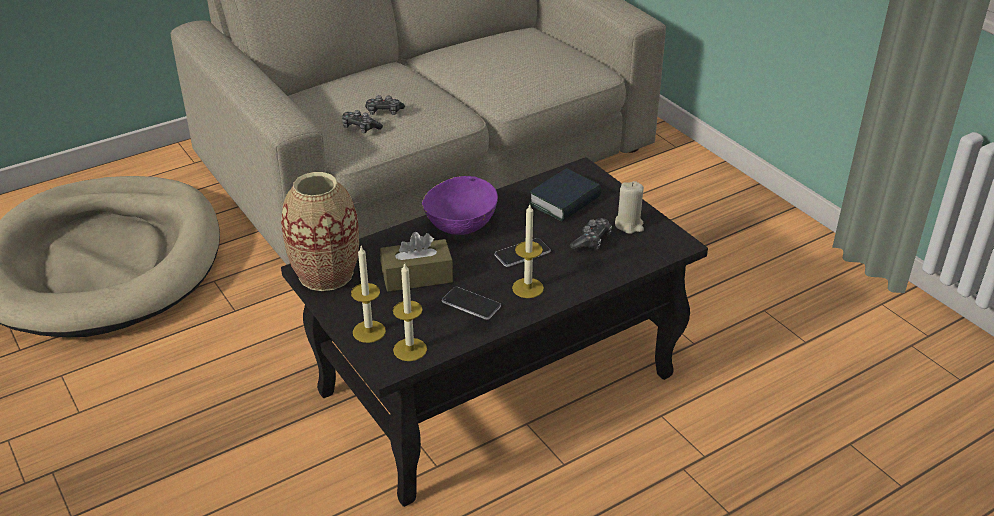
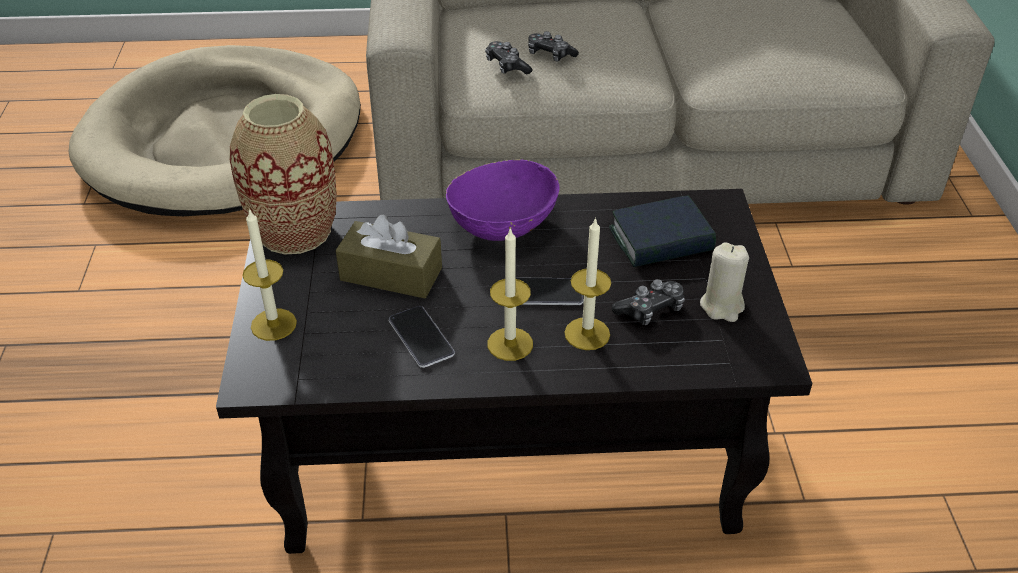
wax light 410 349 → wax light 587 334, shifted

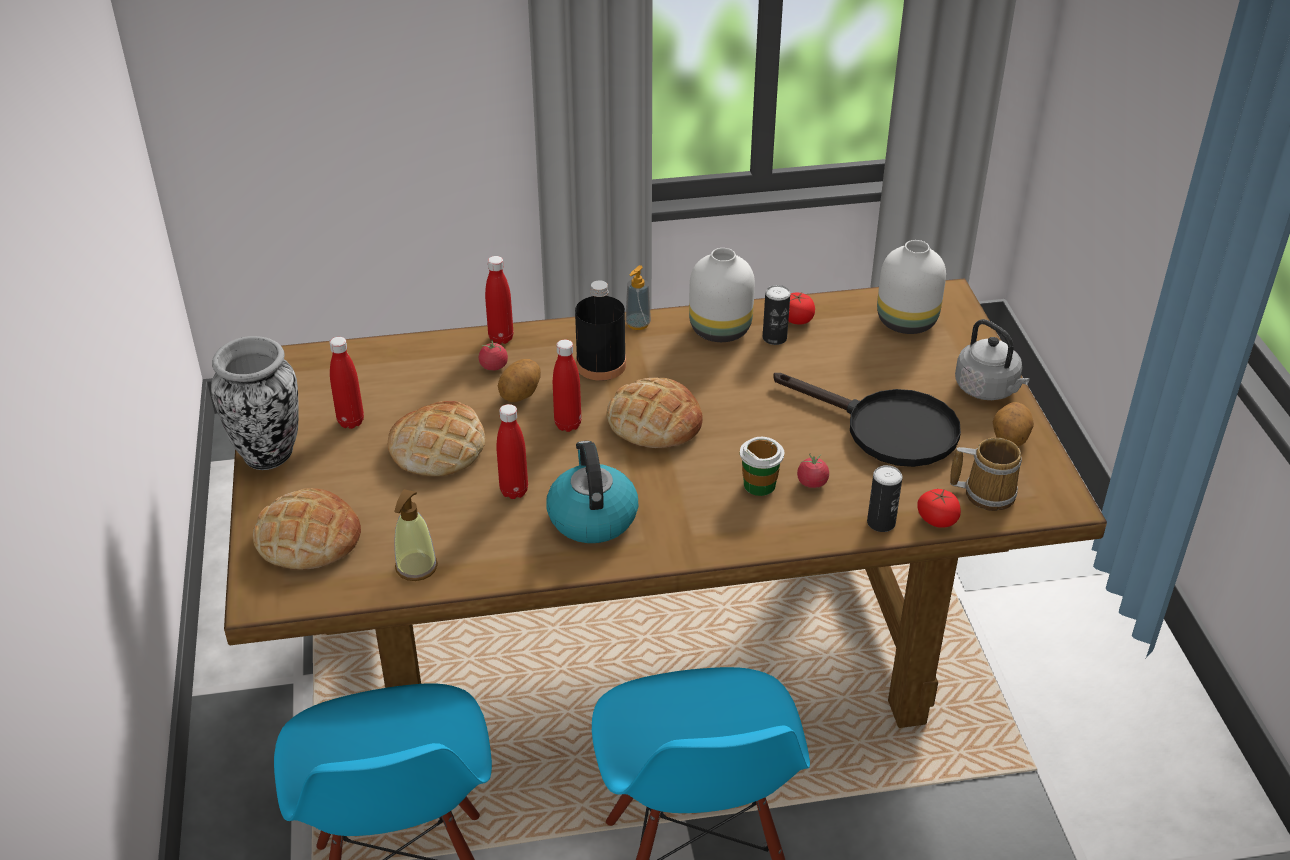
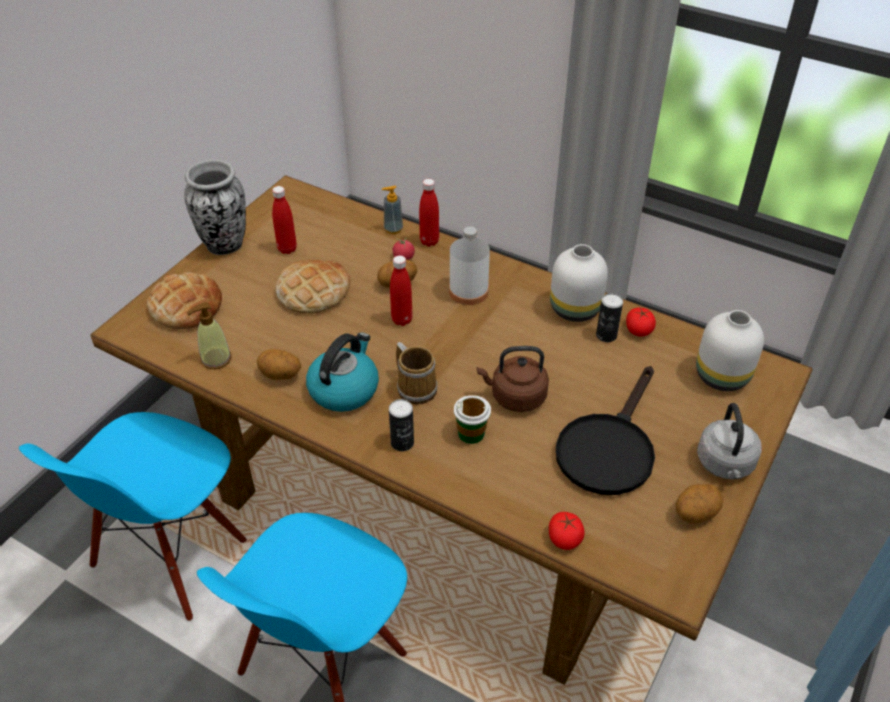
- → potato 280 376
liquid soap bottle 638 324 → liquid soap bottle 393 229, shifted
can 881 523 → can 402 442, shifted
tea mug 986 492 → tea mug 416 387, shifted
black-coloured beverage bottle 601 365 → whitish beverage bottle 468 291
- → brown kettle 515 397
black-coloured frying pan 886 429 → black-coloured frying pan 608 448, 45 degrees clockwise
reddish beverage bottle 514 491 → -
baked bread 655 421 → -
whole tomato 812 483 → -

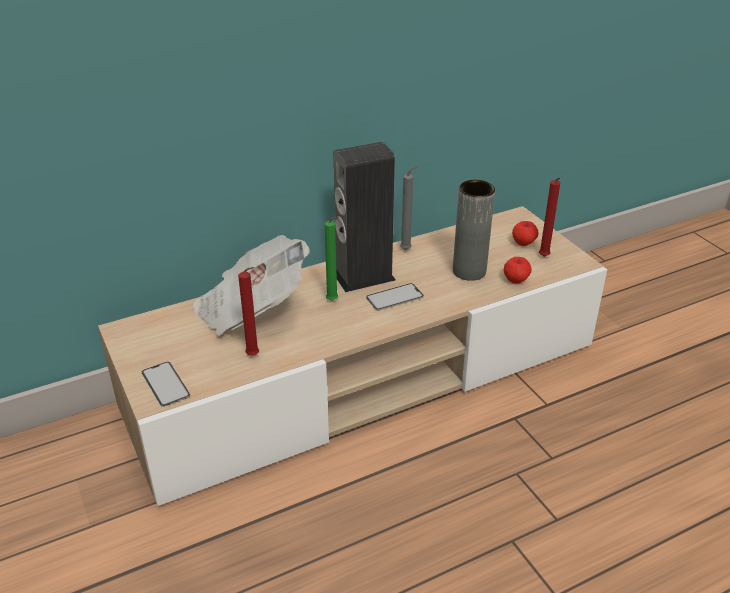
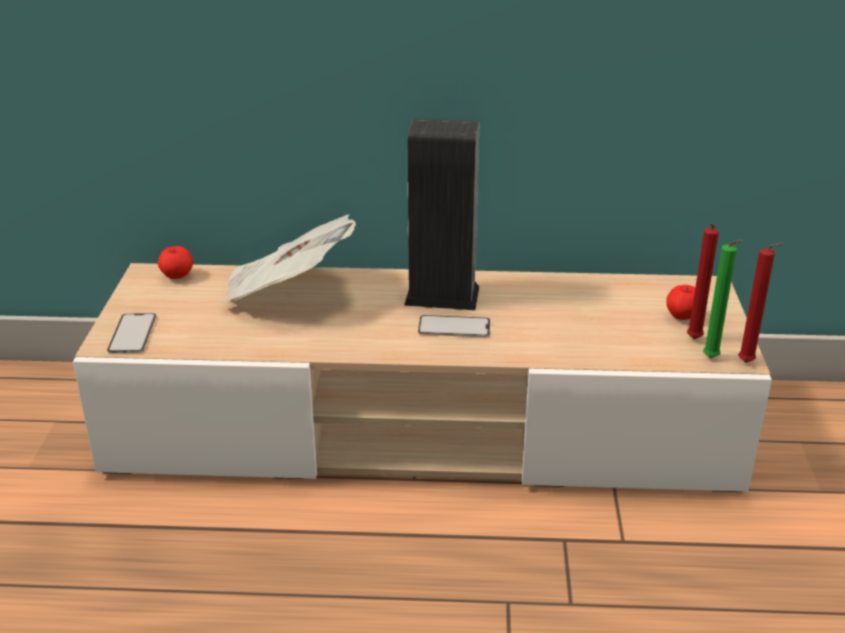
apple fruit 516 280 → apple fruit 177 276, shifted
green wax light 333 301 → green wax light 712 359, shifted
reddish wax light 254 356 → reddish wax light 748 363, shifted
grey wax light 407 249 → -
grey vase 469 271 → -

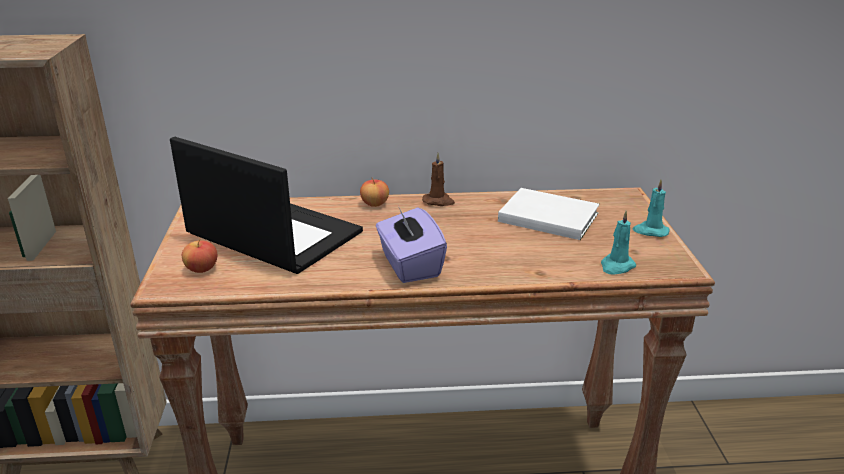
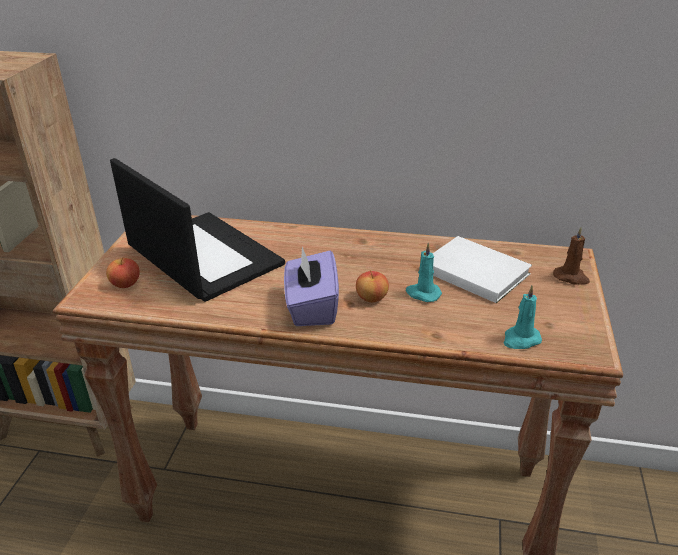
apple fruit 375 204 → apple fruit 371 298, shifted
turquoise-coloured wax light 650 231 → turquoise-coloured wax light 422 293, shifted
brown wax light 438 201 → brown wax light 571 277, shifted

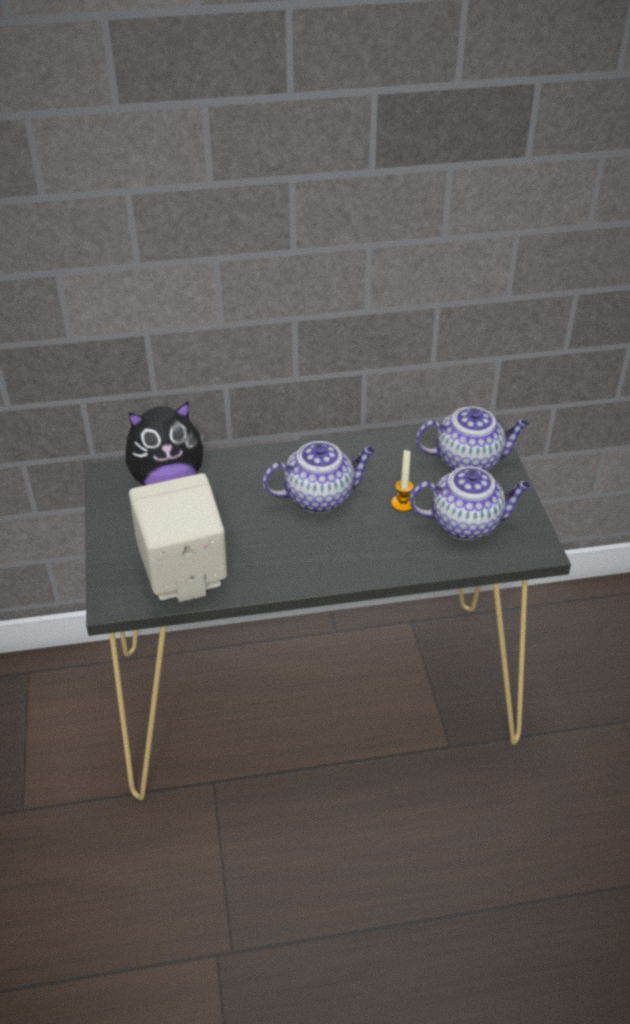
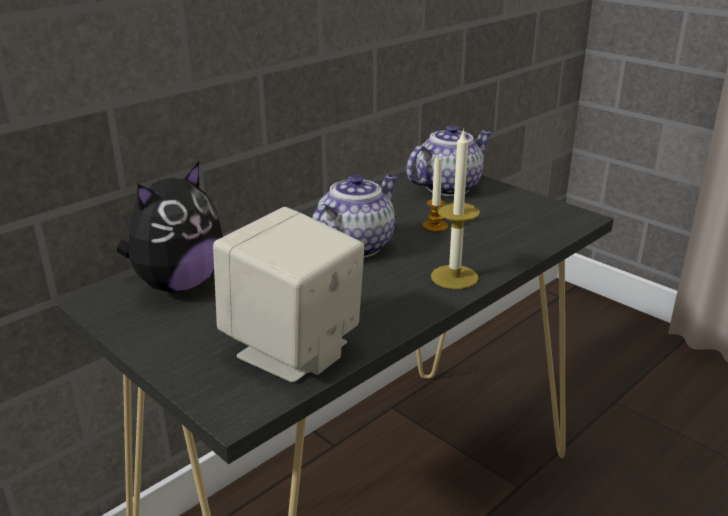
- → wax light 454 277
pot for tea 467 523 → -

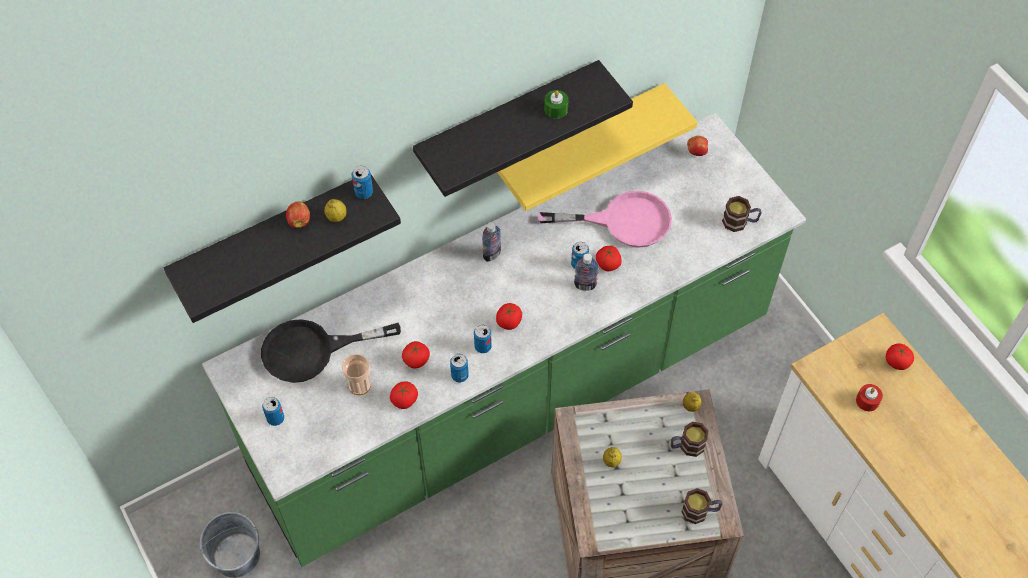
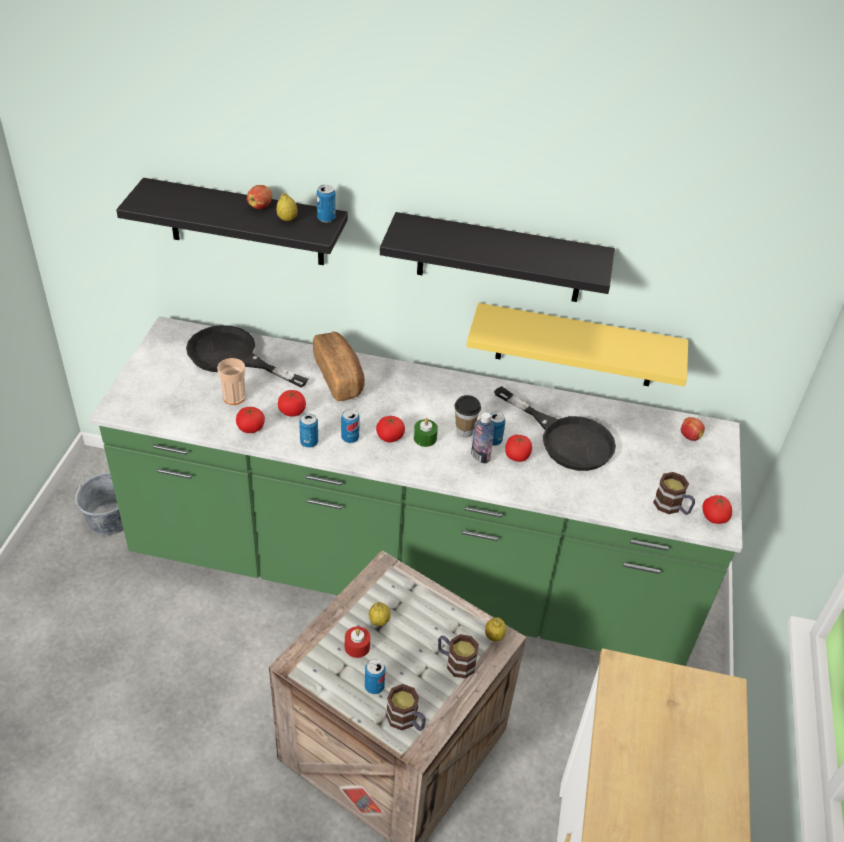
- → baked bread 339 377
reddish wax light 867 401 → reddish wax light 357 646, shifted
can 275 418 → can 374 686, shifted
green wax light 556 109 → green wax light 425 438, shifted
- → cup 464 431
pinkish frying pan 623 221 → black-coloured frying pan 566 439
whole tomato 896 362 → whole tomato 714 518, shifted
beverage bottle 491 254 → -

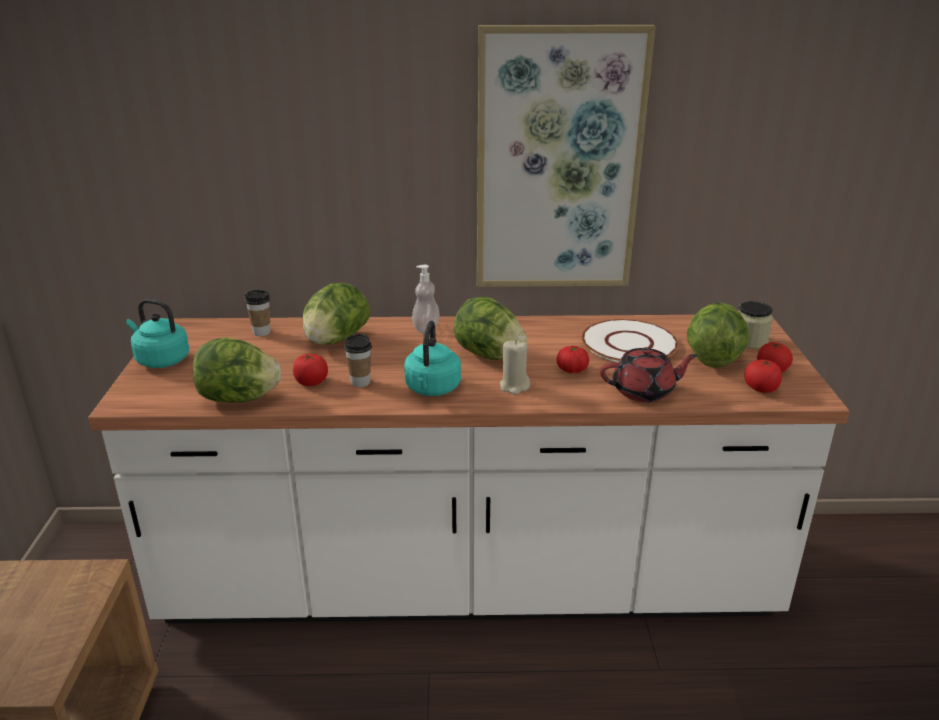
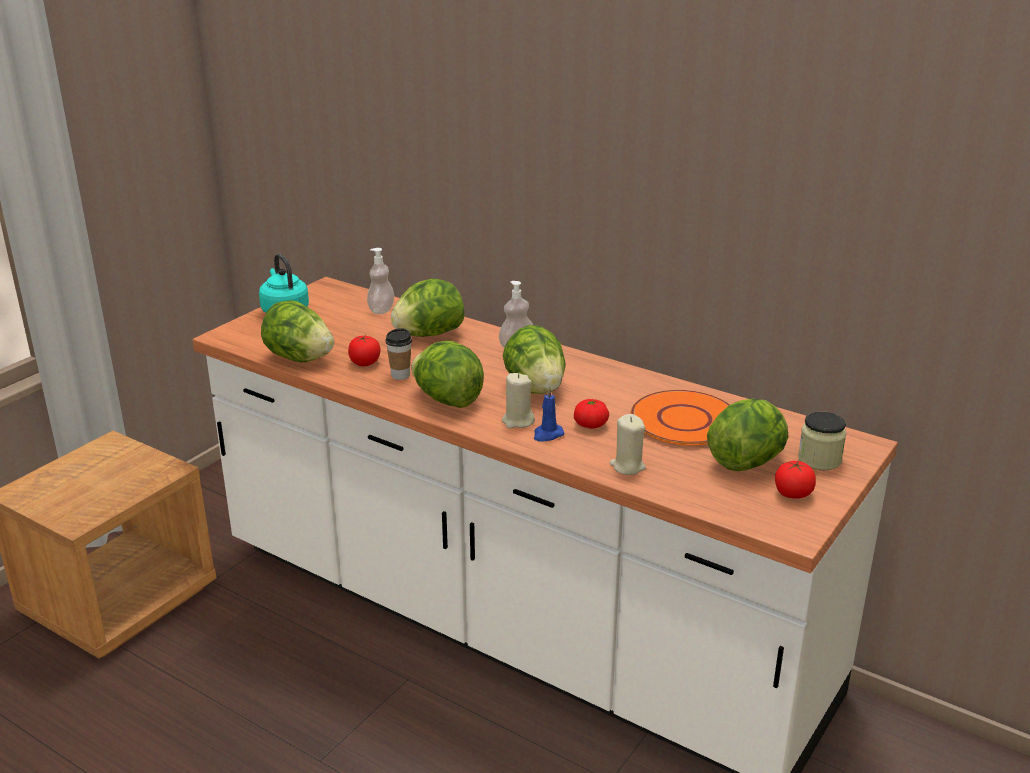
cup 261 332 → liquid soap bottle 381 310
turquoise-coloured kettle 432 389 → lettuce head 447 400
- → blue wax light 547 435
reddish pot for tea 644 391 → beige-coloured wax light 627 466
whitish dinner plate 629 343 → orangey dinner plate 685 420
wall picture 558 163 → -
whole tomato 760 388 → -

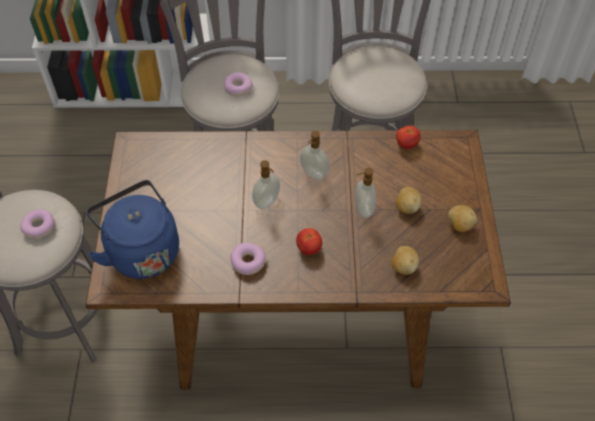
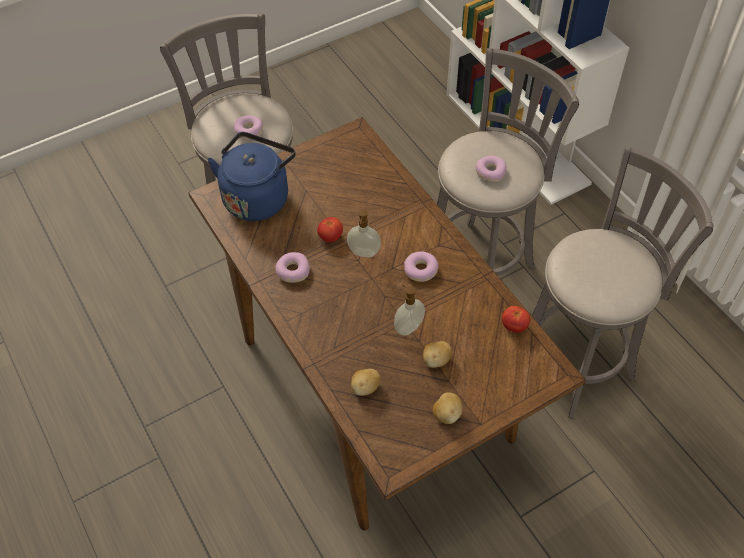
whole tomato 309 248 → whole tomato 330 237, shifted
liquid soap bottle 313 173 → ring doughnut 421 270

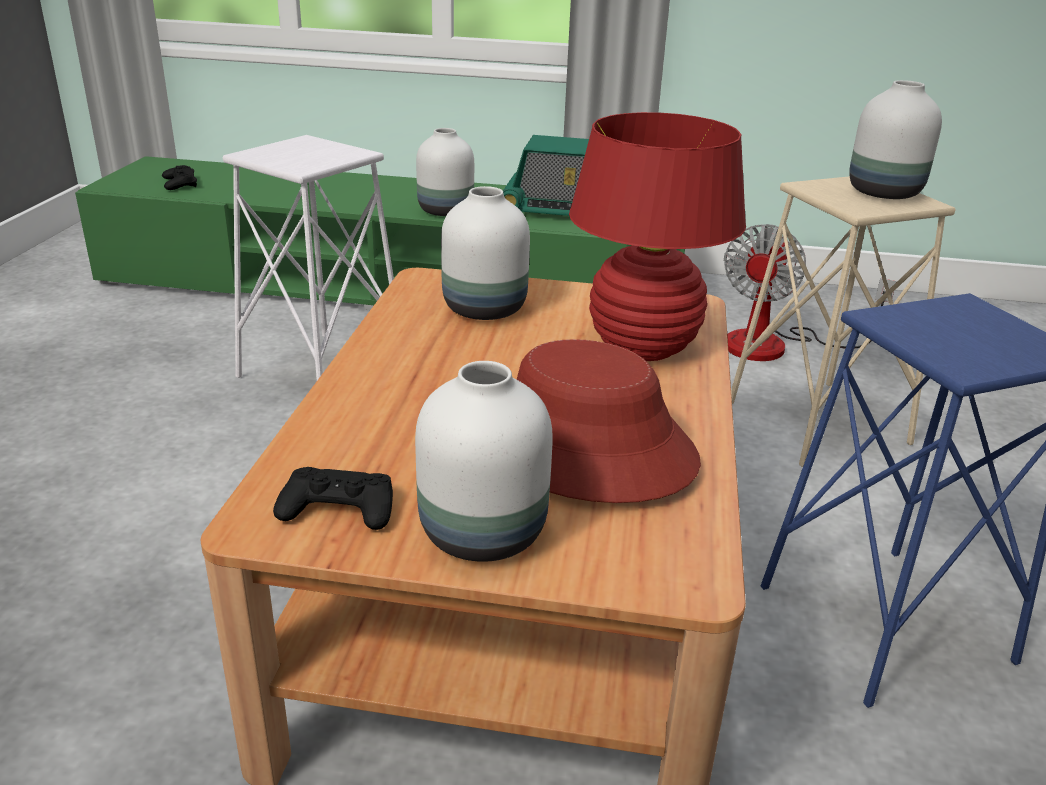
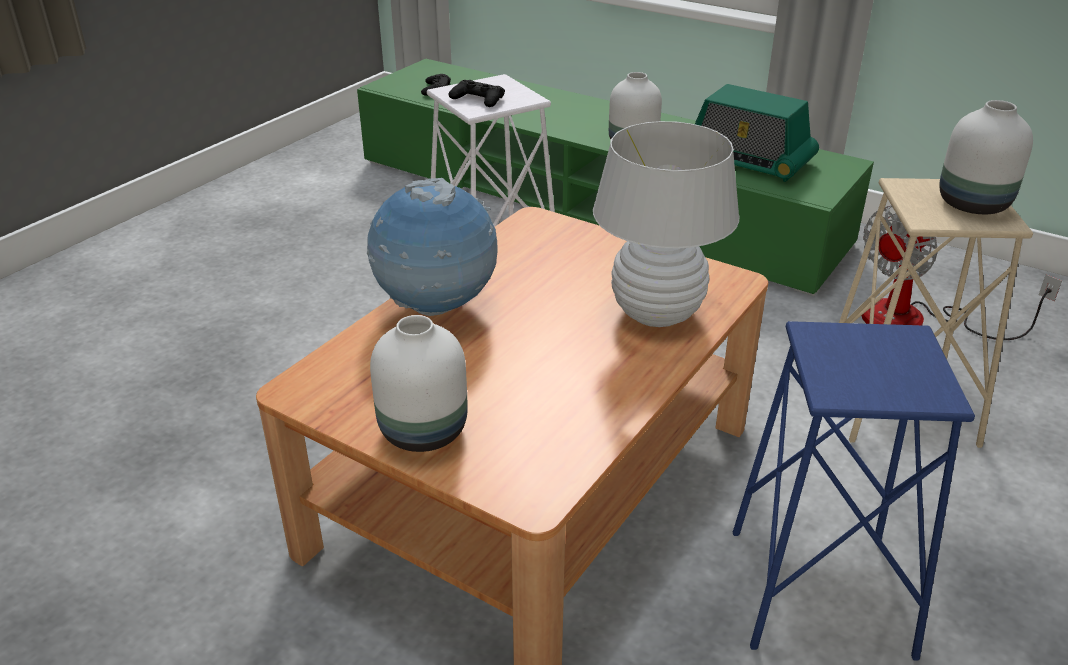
- → desk globe 436 308
black-coloured game controller 338 508 → black-coloured game controller 478 99, shifted
reddish lamp for a table 643 348 → whitish lamp for a table 657 314
whitish vase 487 309 → -
reddish wearable hat 584 449 → -

